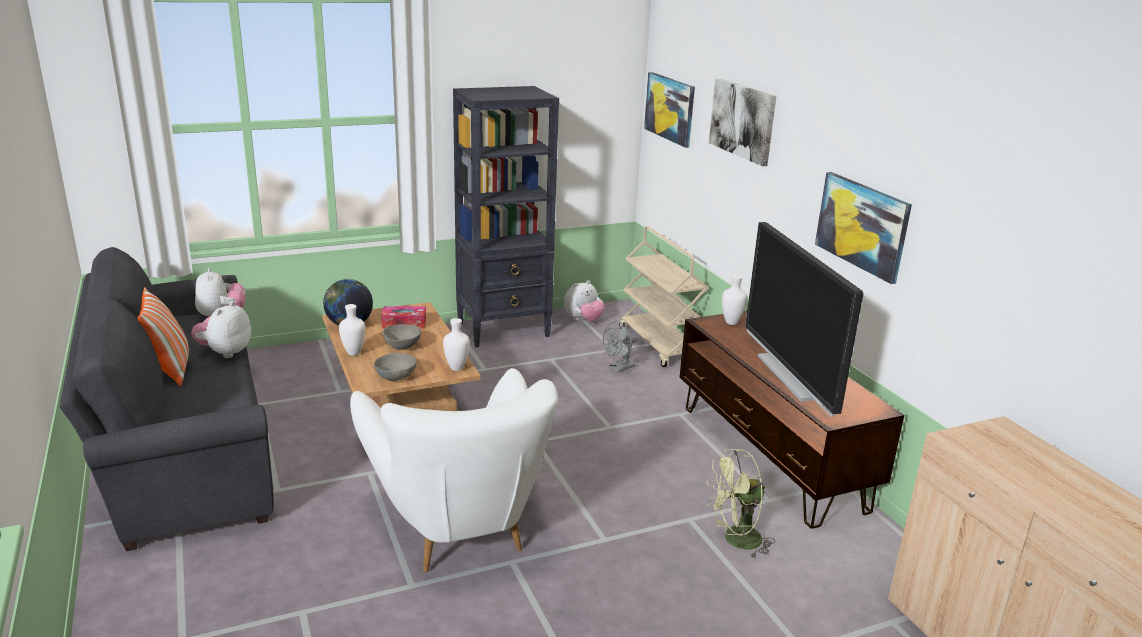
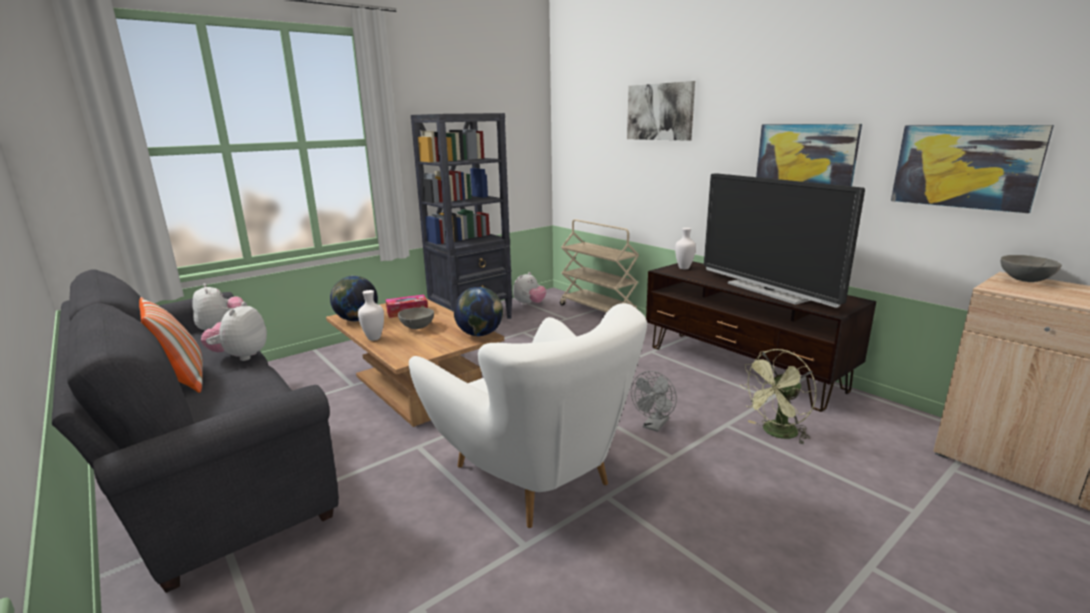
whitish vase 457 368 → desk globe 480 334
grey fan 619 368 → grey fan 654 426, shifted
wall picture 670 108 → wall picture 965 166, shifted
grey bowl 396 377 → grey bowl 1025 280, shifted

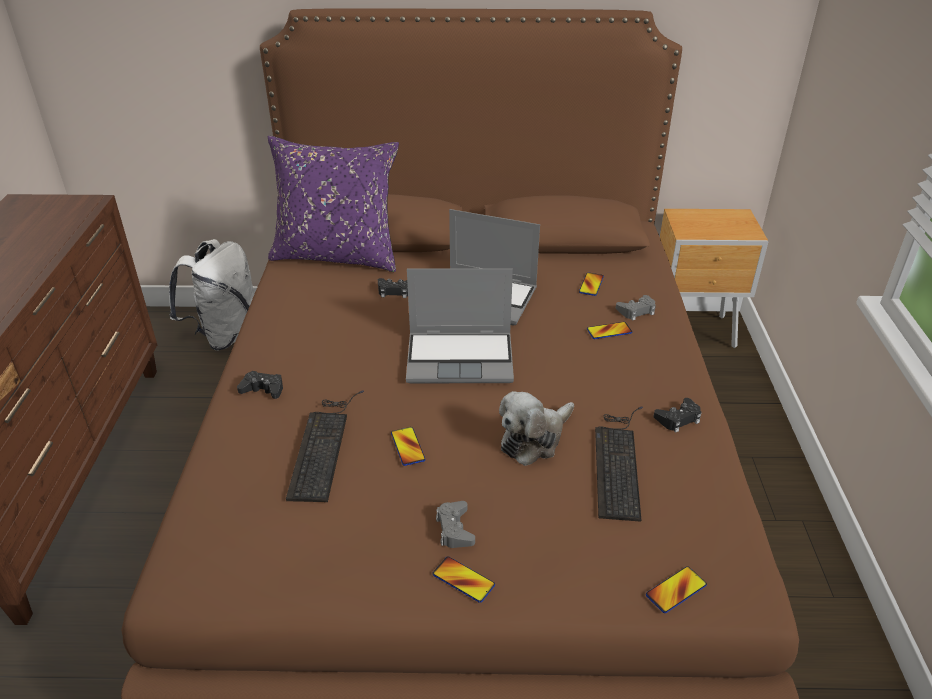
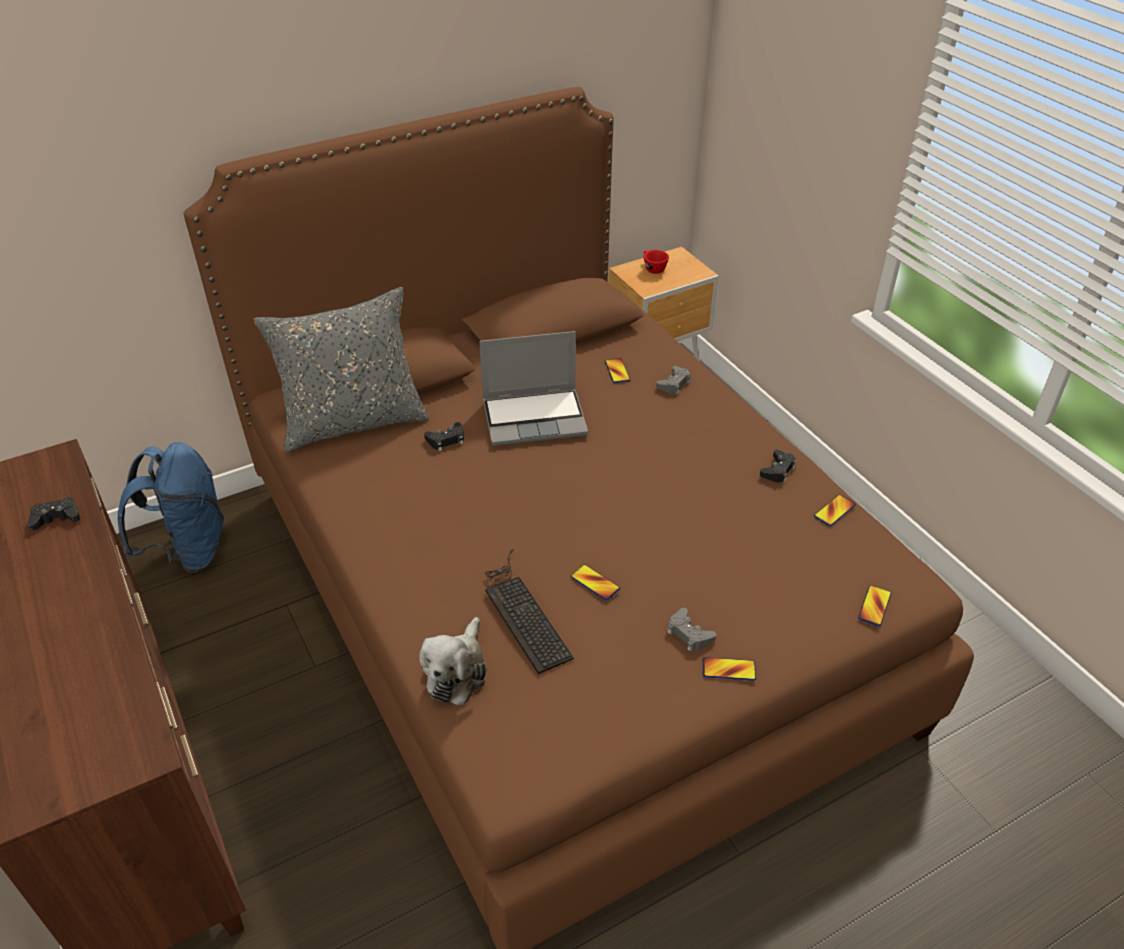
black-coloured game controller 263 389 → black-coloured game controller 56 518, shifted
whitish backpack 225 334 → blue backpack 189 550
purple-coloured throw pillow 337 256 → grey throw pillow 353 422
soft toy 534 439 → soft toy 457 671, shifted
- → reddish cup 652 268
telephone 609 331 → telephone 834 511, shifted
notebook computer 461 358 → -
computer keyboard 618 461 → -

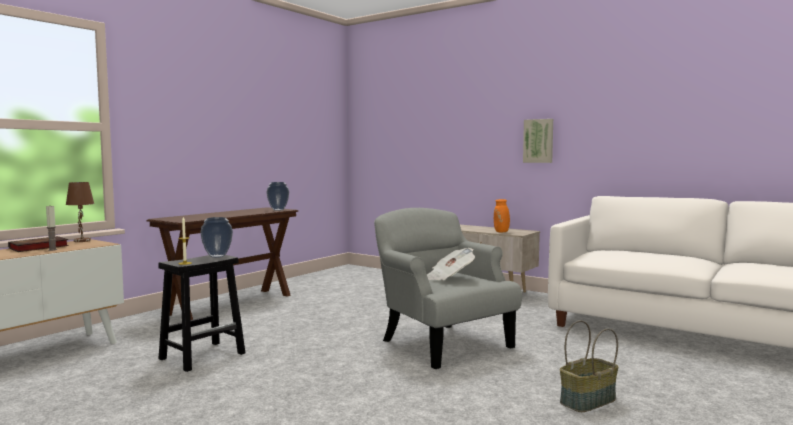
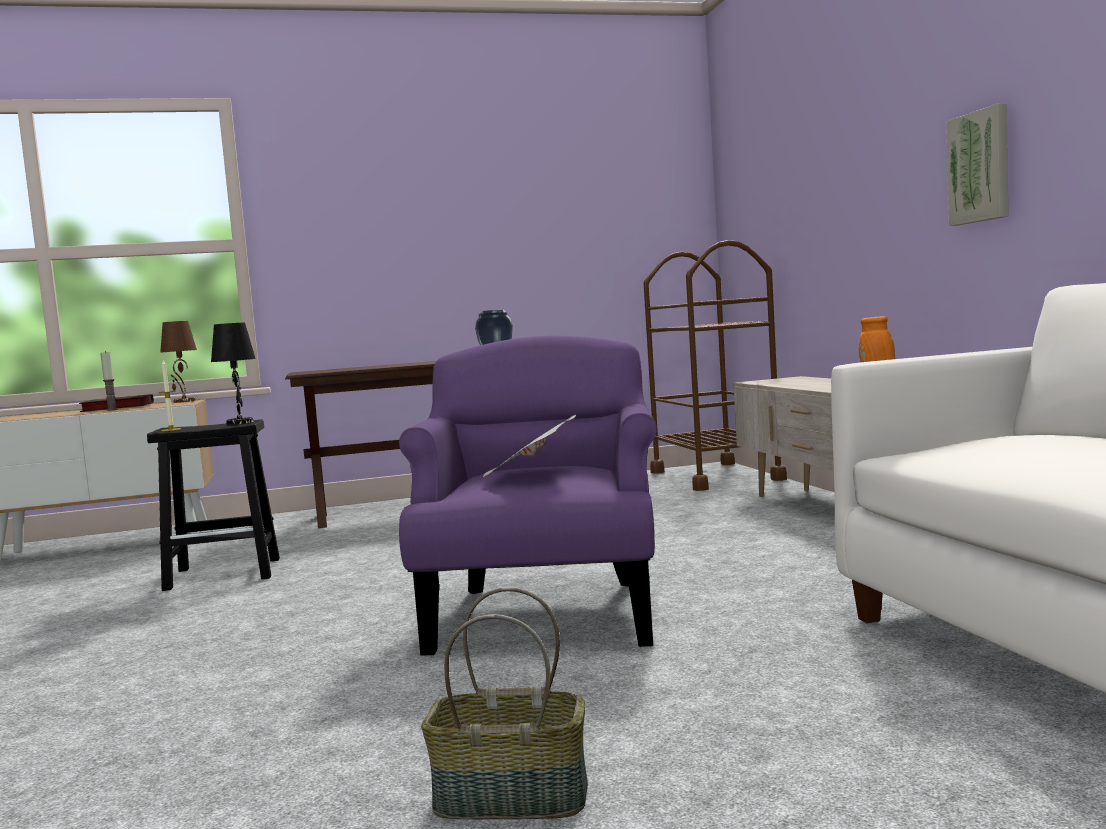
vase 216 256 → black-coloured lamp for a table 239 422
grey easy chair 443 343 → purple-coloured easy chair 545 613
- → brown trolley 715 476

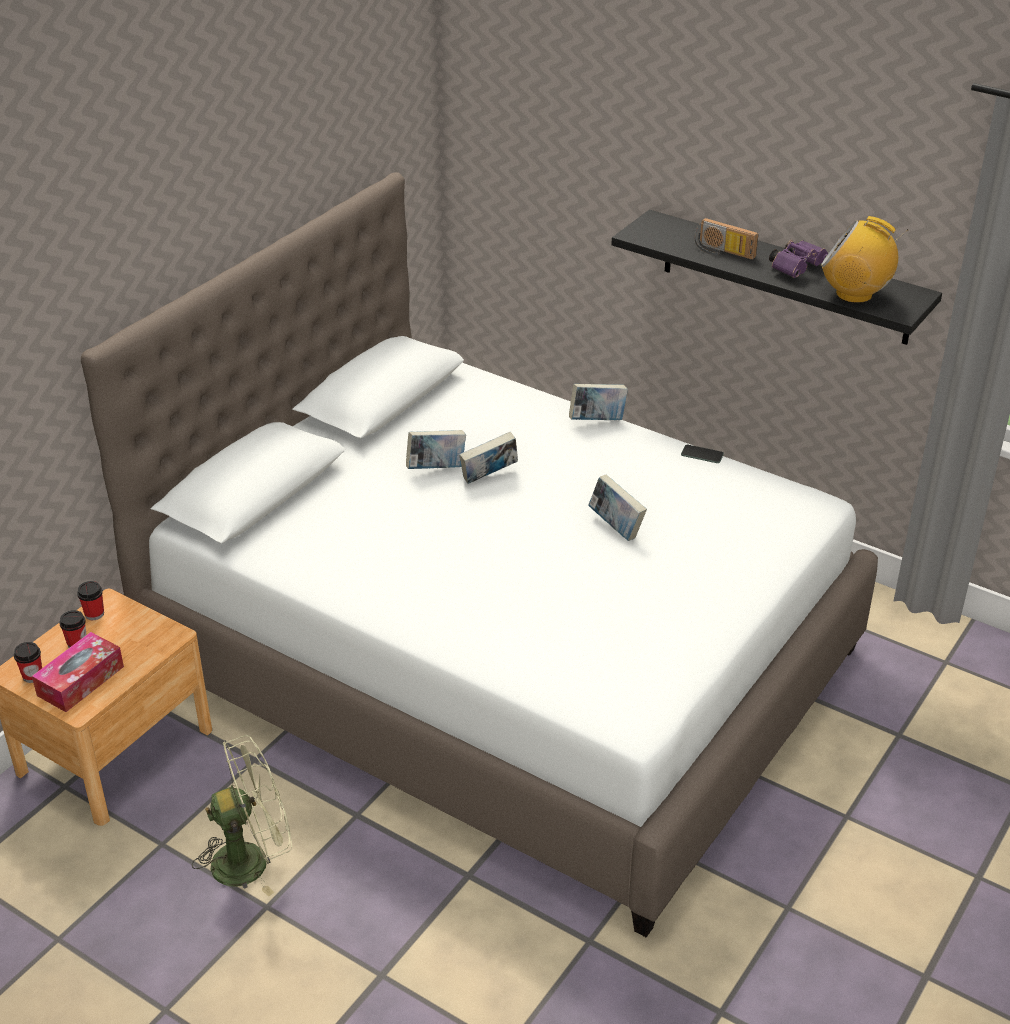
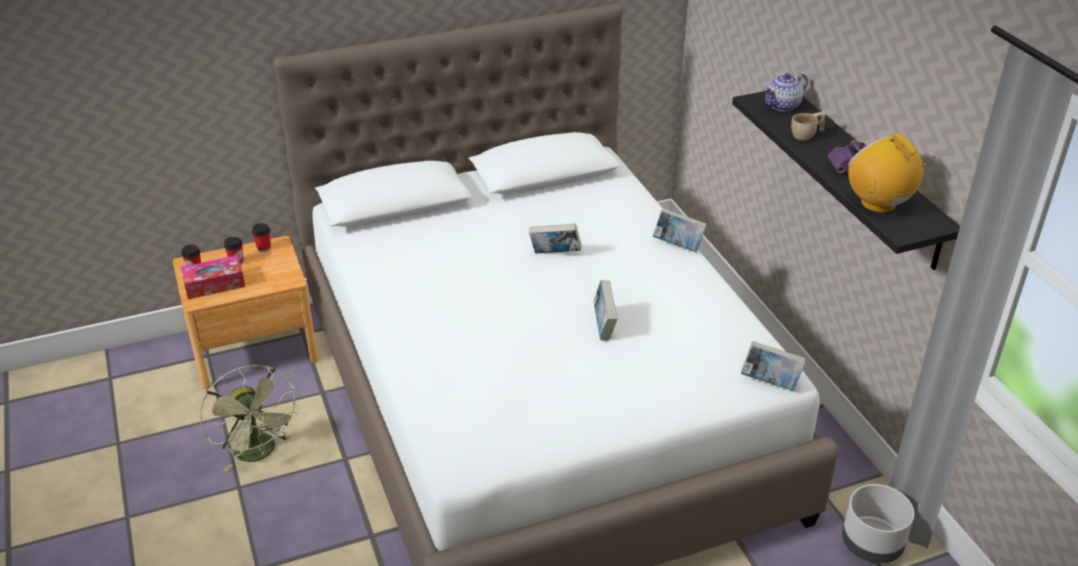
green fan 252 859 → green fan 259 453, 45 degrees clockwise
book 436 468 → book 770 383, shifted
- → pot for tea 783 105
radio receiver 722 252 → beige-coloured cup 807 135
- → grey flower pot 871 544
telephone 702 454 → -

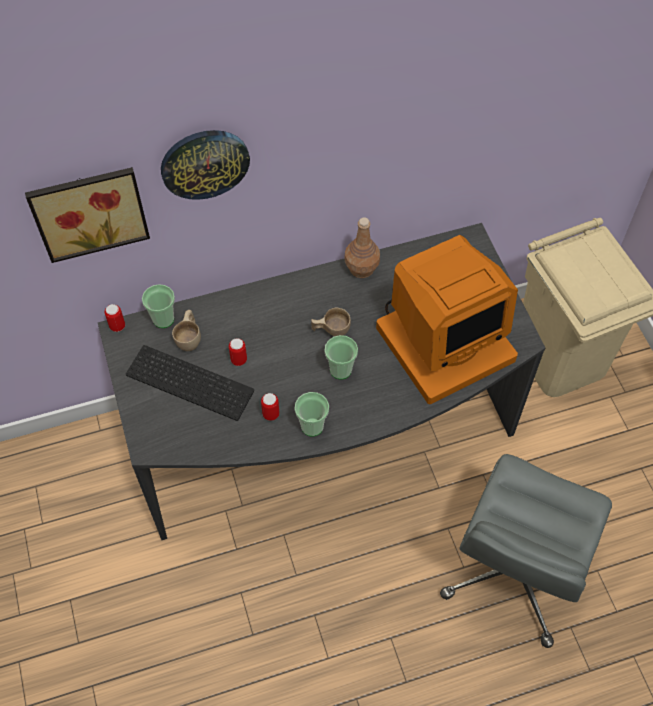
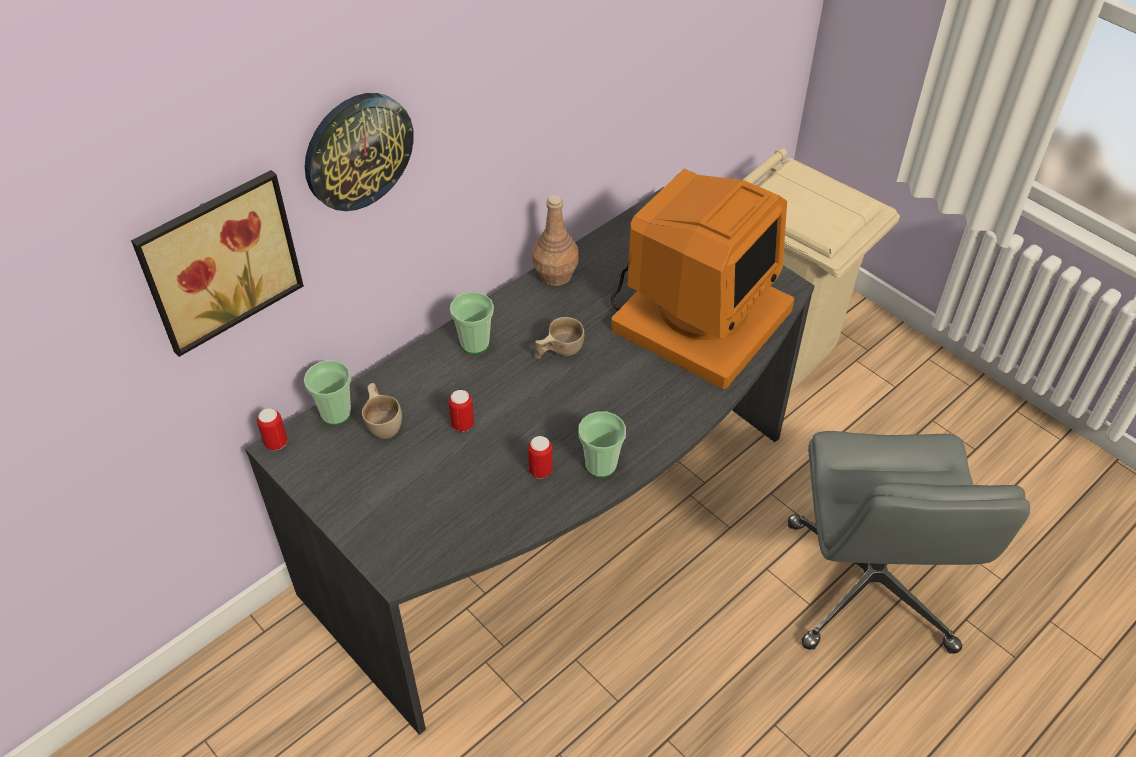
cup 340 370 → cup 475 343, shifted
computer keyboard 192 381 → -

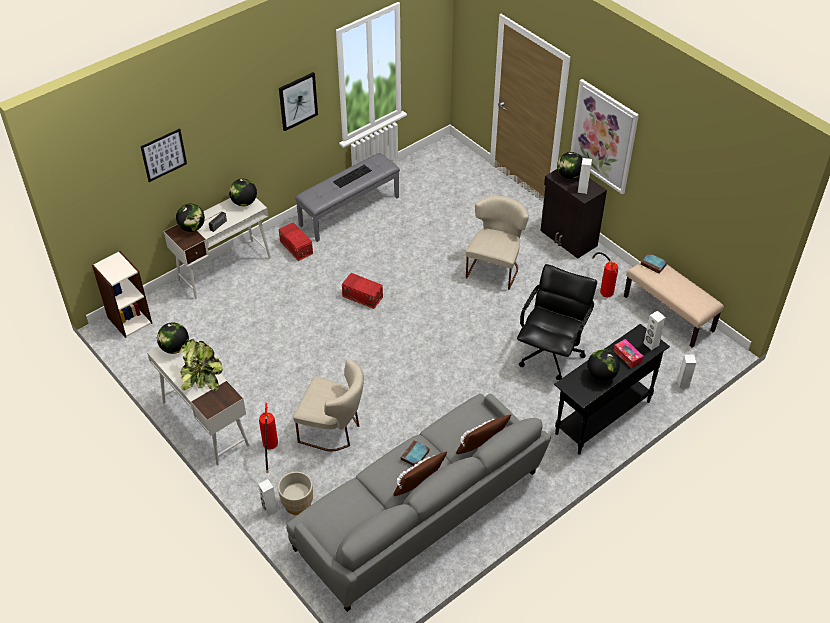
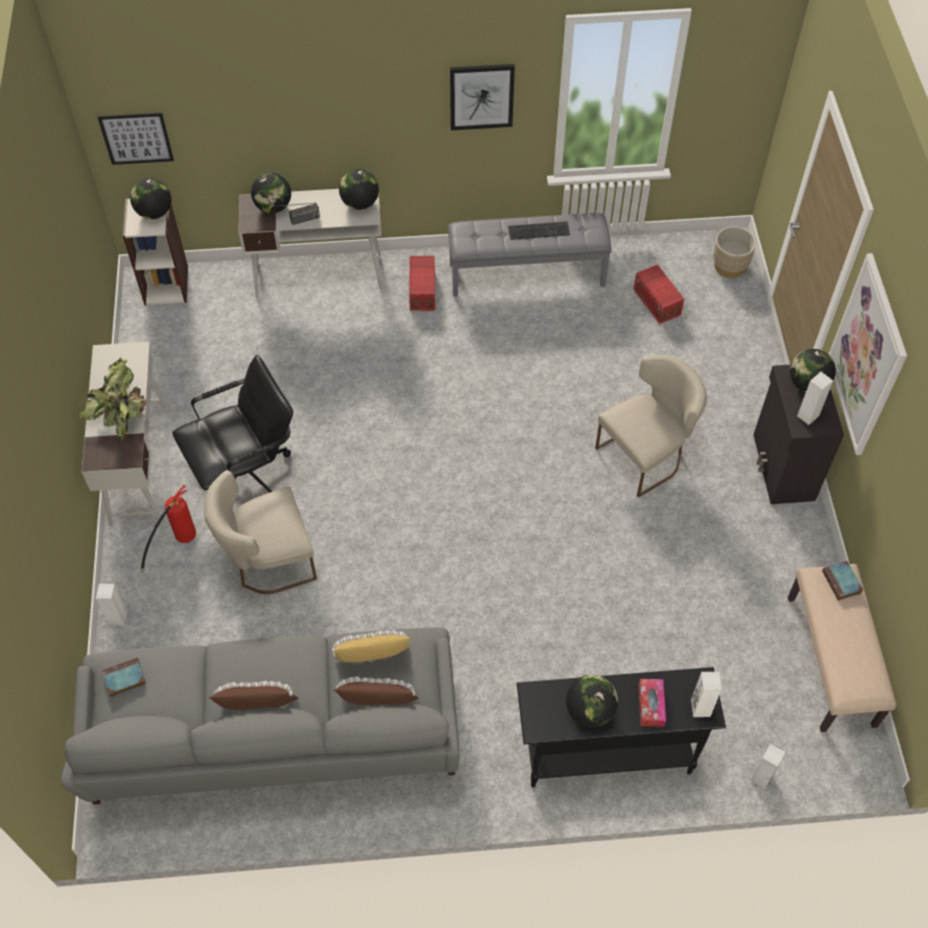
wall picture 163 155 → wall picture 136 138, shifted
book 415 456 → book 124 679, shifted
desk globe 175 348 → desk globe 154 213, shifted
black-coloured desk chair 550 353 → black-coloured desk chair 247 475, shifted
beige-coloured chair 334 430 → beige-coloured chair 267 561, 105 degrees clockwise
- → yellow-coloured throw pillow 373 663
reddish storage bin 362 296 → reddish storage bin 657 301, shifted
beige-coloured flower pot 297 503 → beige-coloured flower pot 729 266, shifted
fire-fighting cylinder 603 287 → -

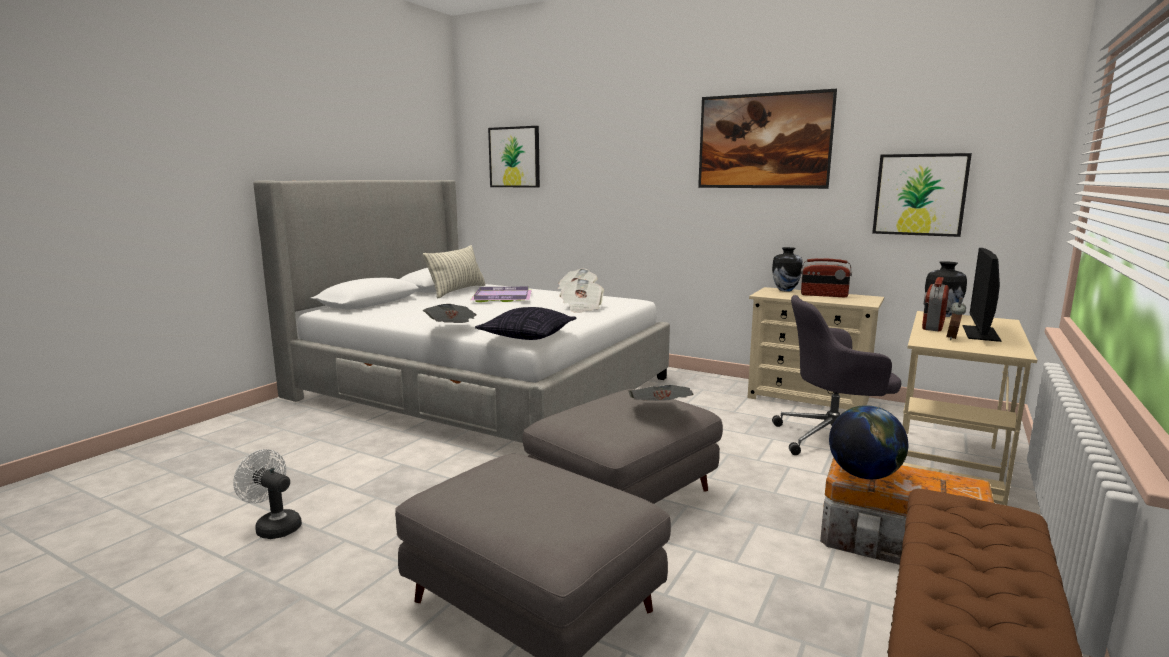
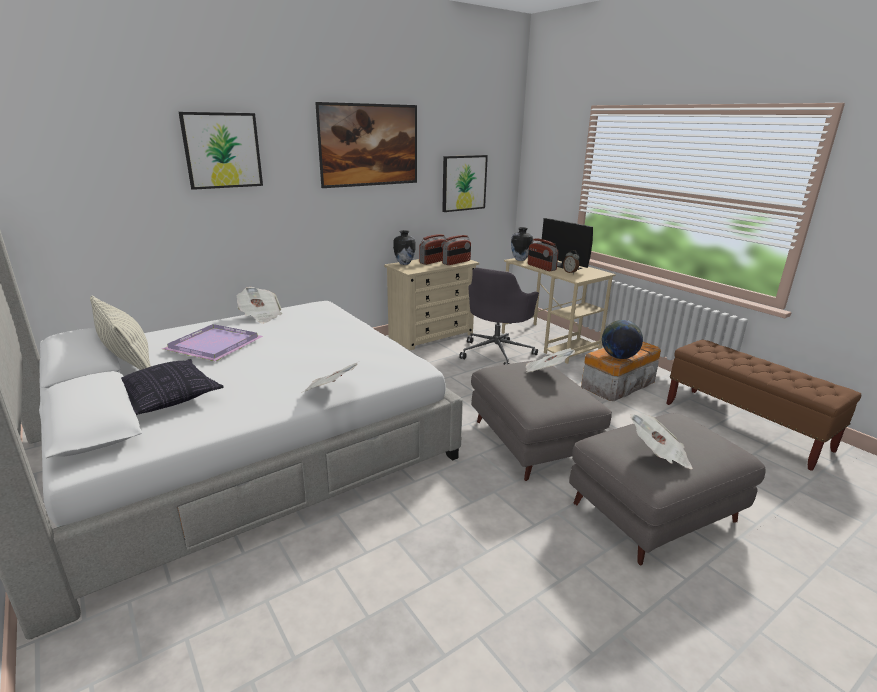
throw pillow 527 336 → throw pillow 167 398, shifted
wall picture 514 157 → wall picture 222 150, shifted
- → radio receiver 456 262
newspaper 581 308 → newspaper 658 455, shifted
whitish fan 274 527 → -

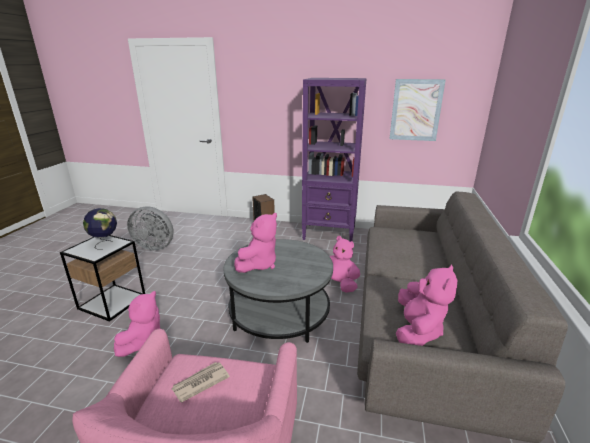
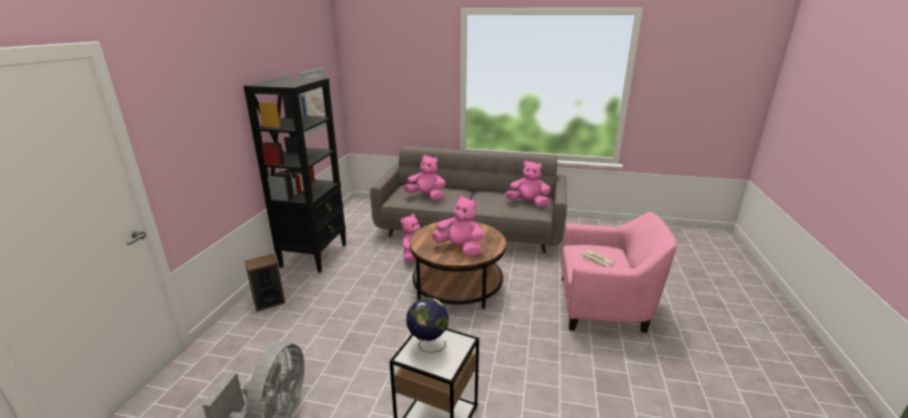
purple-coloured shelving unit 329 234 → black-coloured shelving unit 314 255
pinkish soft toy 143 342 → pinkish soft toy 426 196, shifted
grey lounge table 279 312 → brown lounge table 457 285

